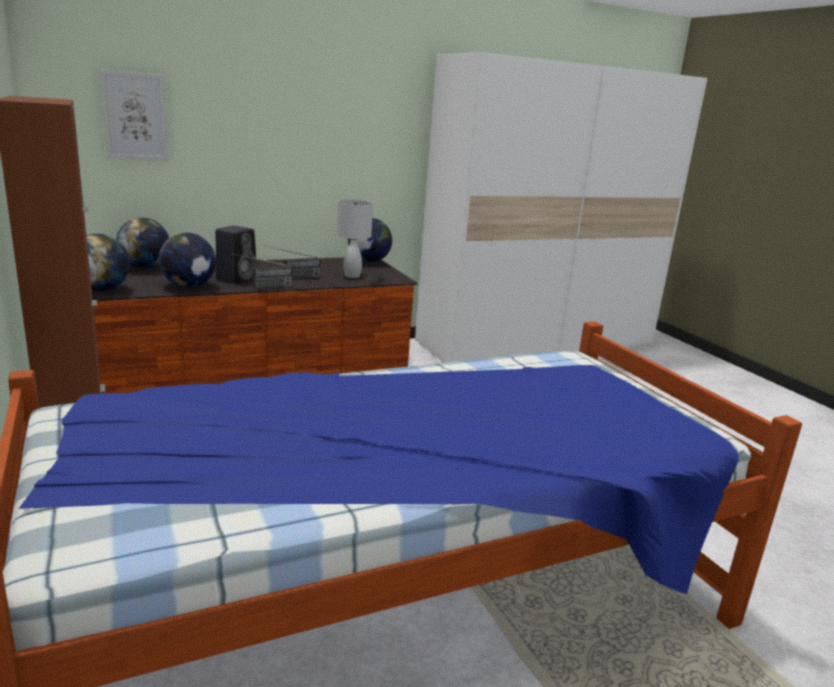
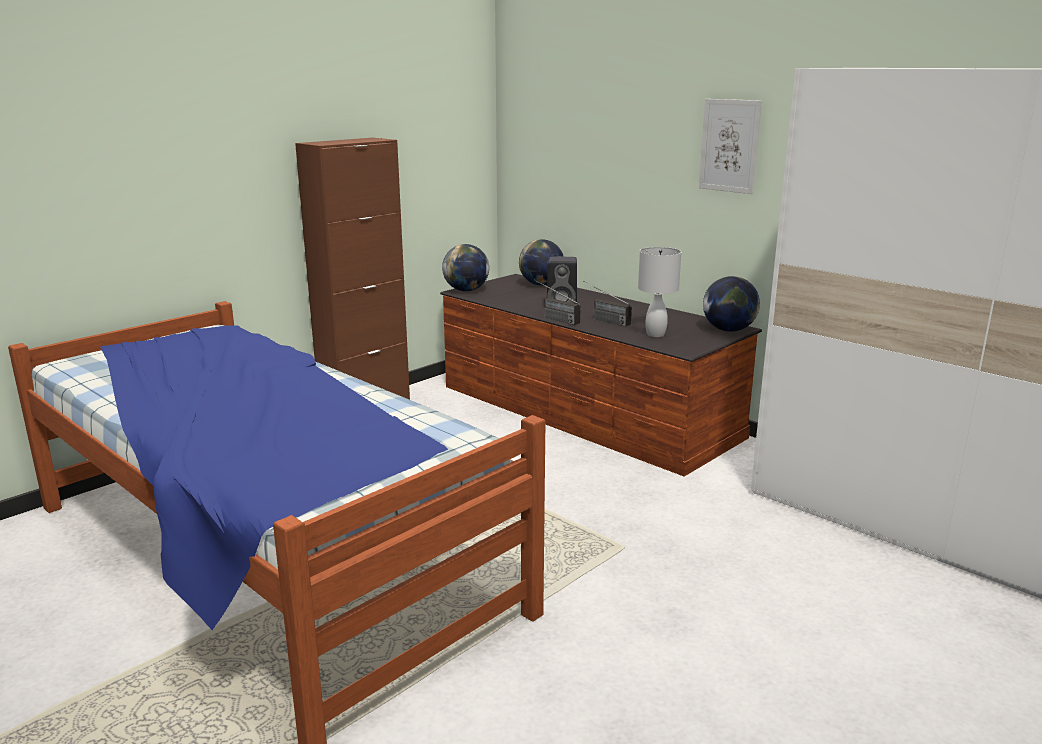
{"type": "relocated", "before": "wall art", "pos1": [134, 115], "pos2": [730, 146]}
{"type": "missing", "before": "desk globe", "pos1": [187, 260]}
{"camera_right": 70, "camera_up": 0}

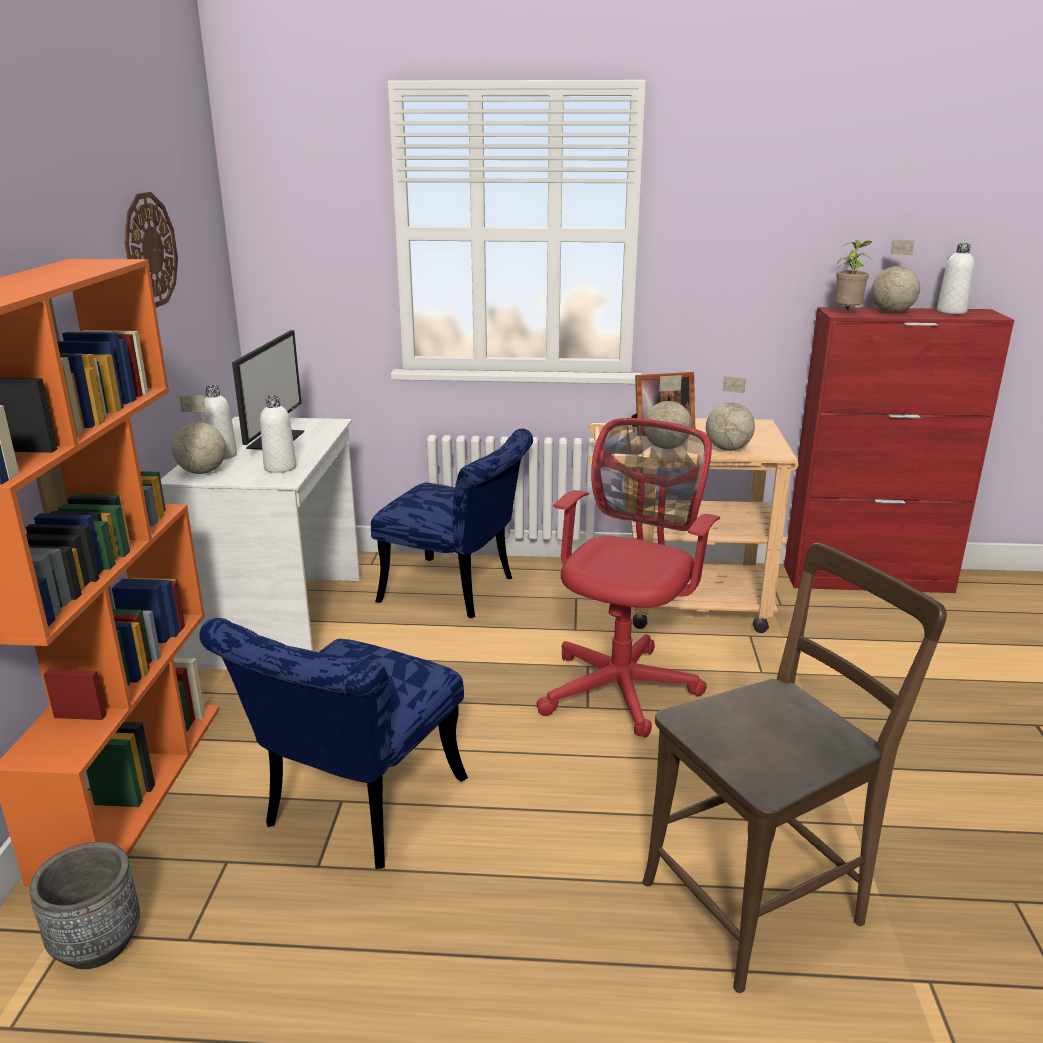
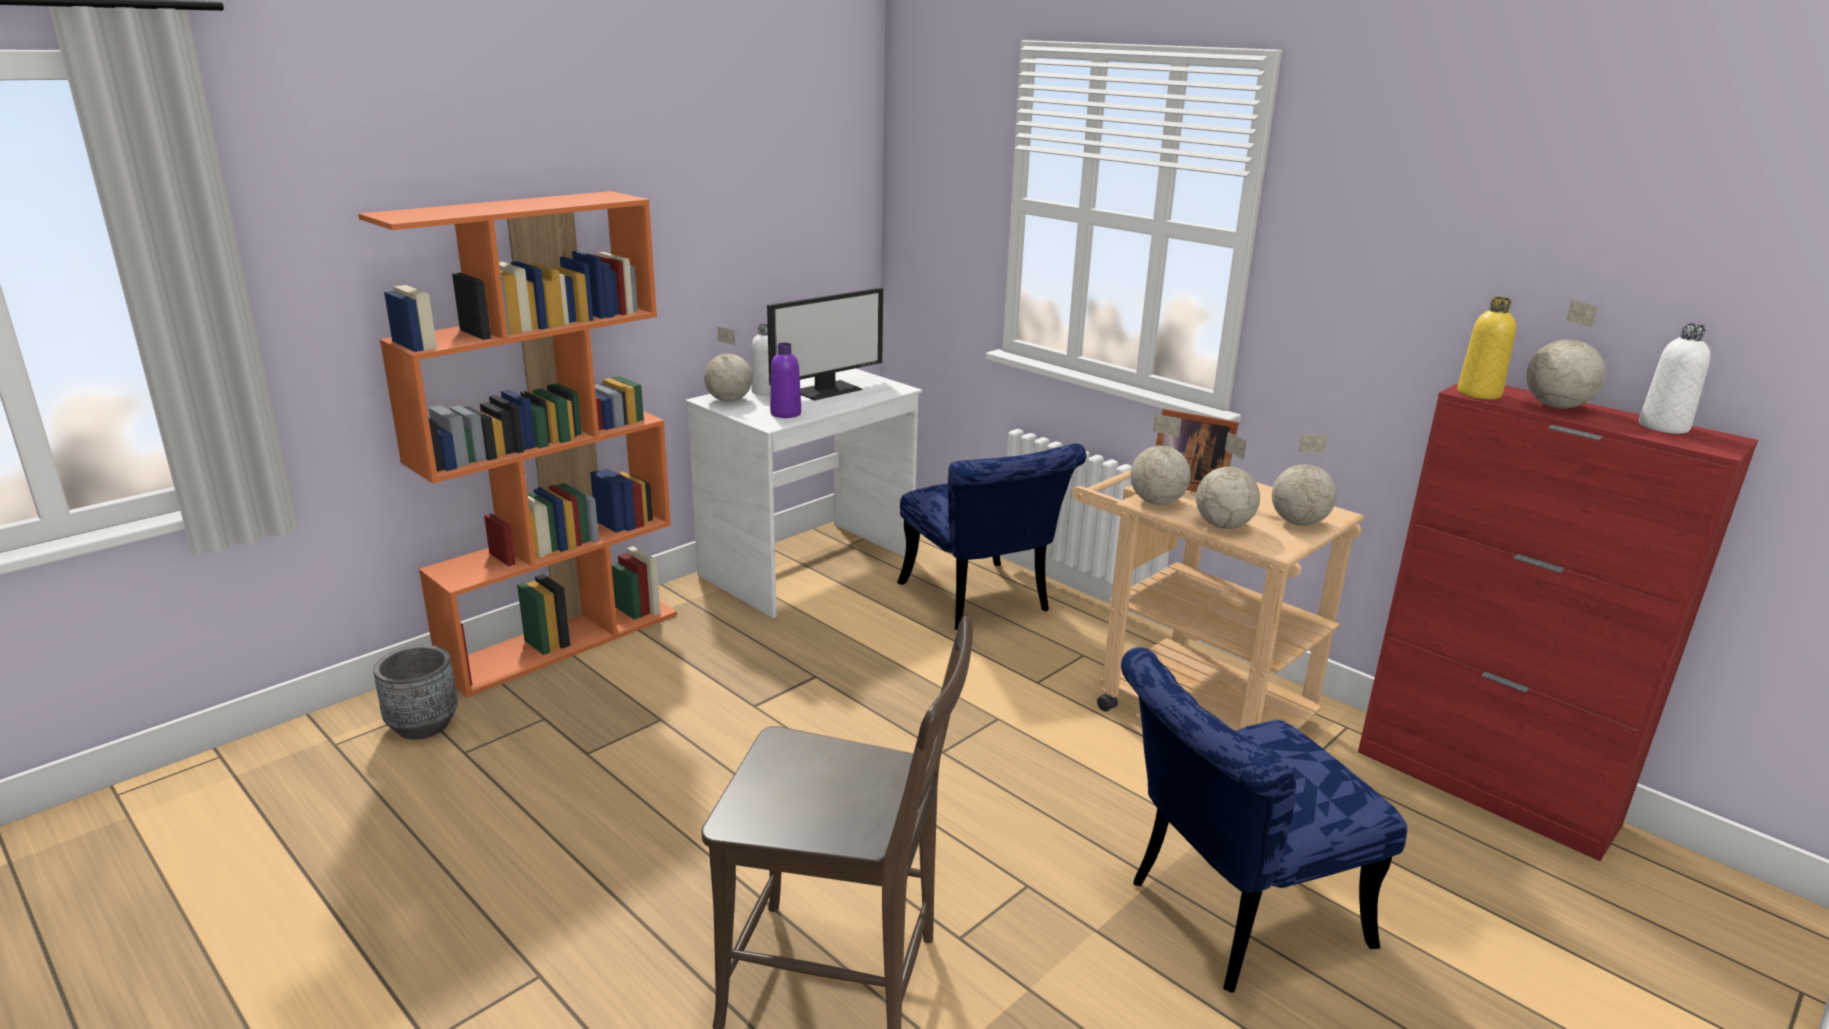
{"type": "missing", "before": "clock on the wall", "pos1": [151, 250]}
{"type": "exchanged", "before": "plant in a pot", "after": "yellow beverage bottle", "pos1": [853, 275], "pos2": [1486, 348]}
{"type": "colour", "before": "white-coloured beverage bottle", "after": "purple beverage bottle", "pos1": [278, 434], "pos2": [785, 380]}
{"type": "missing", "before": "red computer chair", "pos1": [628, 578]}
{"type": "relocated", "before": "blue upright chair", "pos1": [333, 743], "pos2": [1264, 820]}
{"type": "appeared", "after": "desk globe", "pos2": [1304, 480]}
{"camera_right": 40, "camera_up": 0}

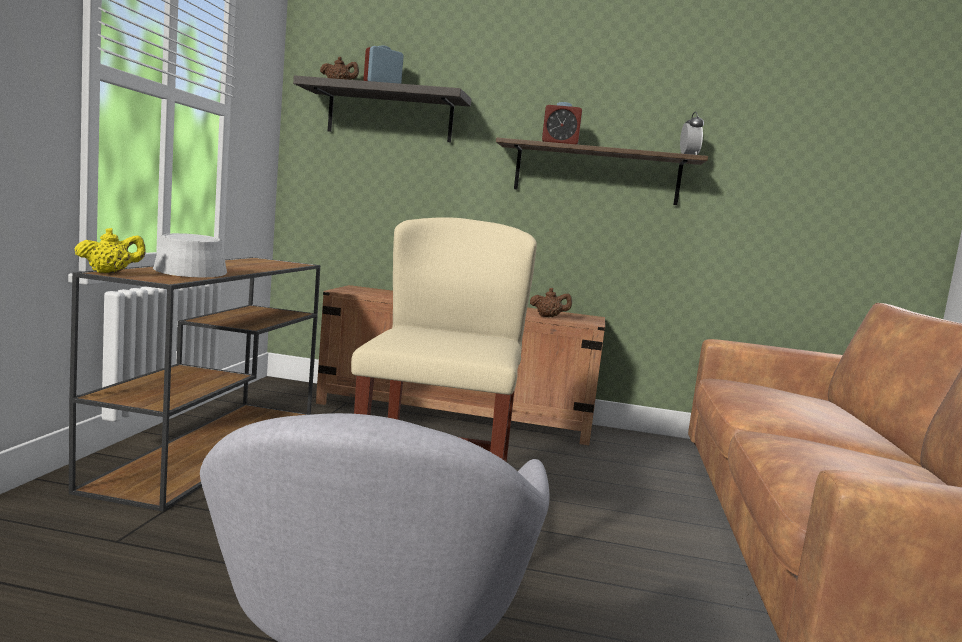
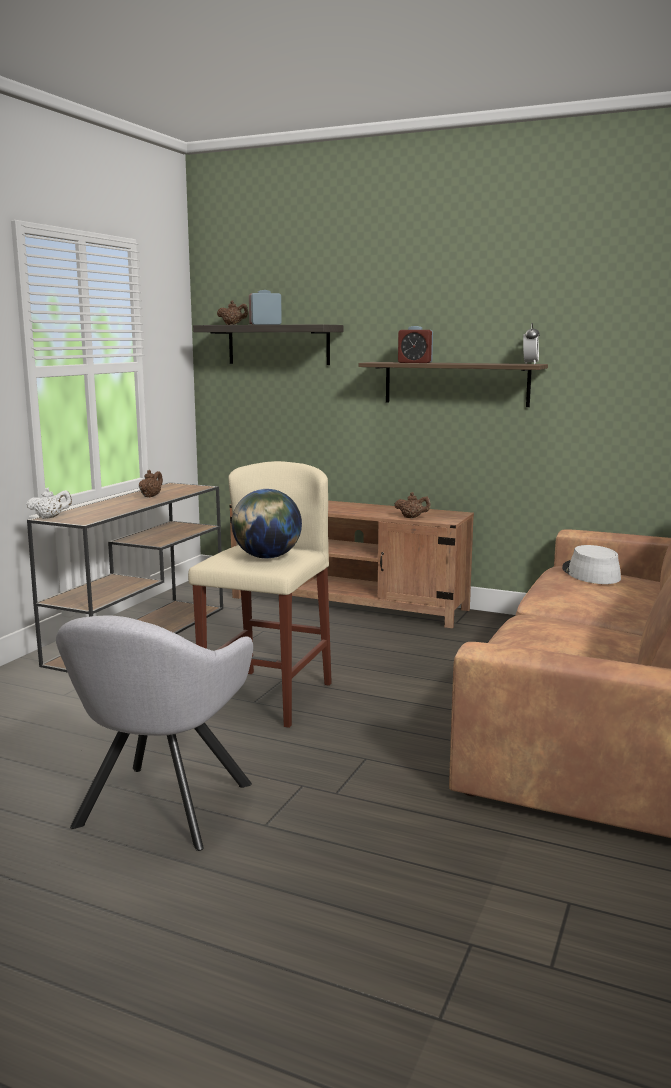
{"type": "colour", "before": "yellow teapot", "after": "white-coloured teapot", "pos1": [110, 250], "pos2": [49, 503]}
{"type": "relocated", "before": "greyish hat", "pos1": [190, 255], "pos2": [591, 564]}
{"type": "appeared", "after": "brown teapot", "pos2": [151, 483]}
{"type": "appeared", "after": "desk globe", "pos2": [267, 524]}
{"camera_right": 15, "camera_up": 5}

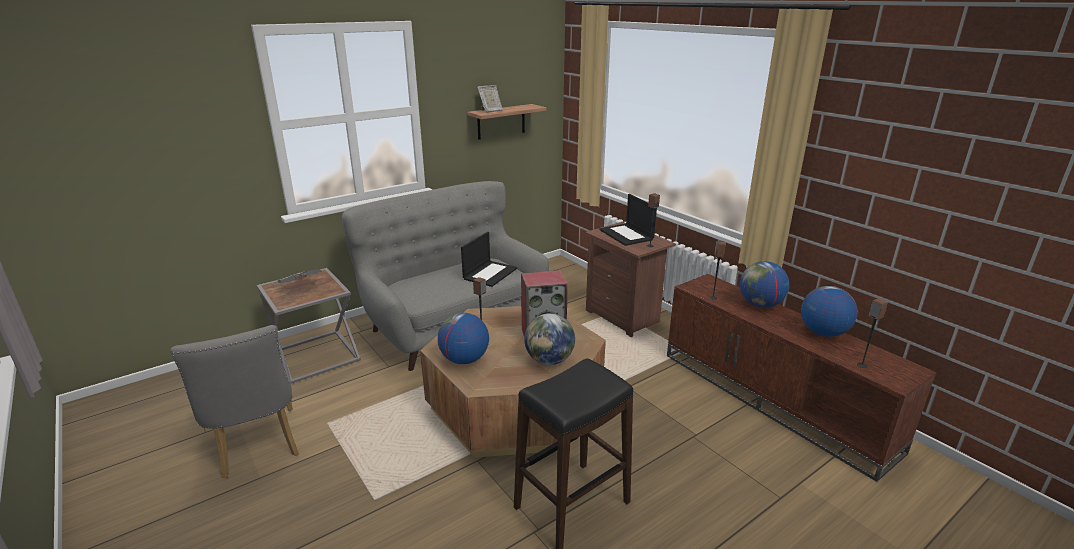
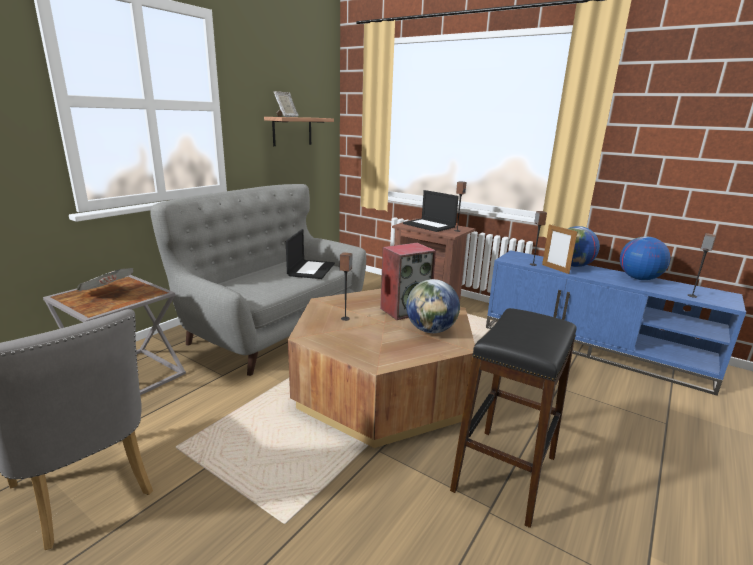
{"type": "colour", "before": "brown media console", "after": "blue media console", "pos1": [801, 378], "pos2": [616, 323]}
{"type": "missing", "before": "desk globe", "pos1": [463, 338]}
{"type": "appeared", "after": "standing frame", "pos2": [560, 249]}
{"camera_right": -20, "camera_up": -5}

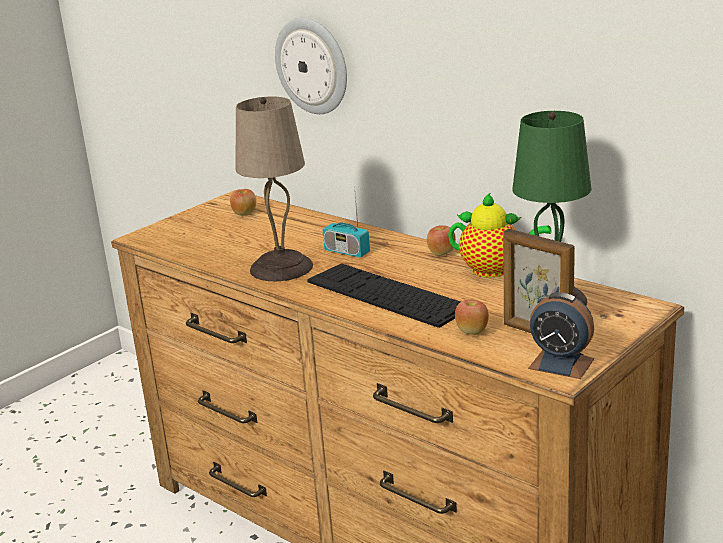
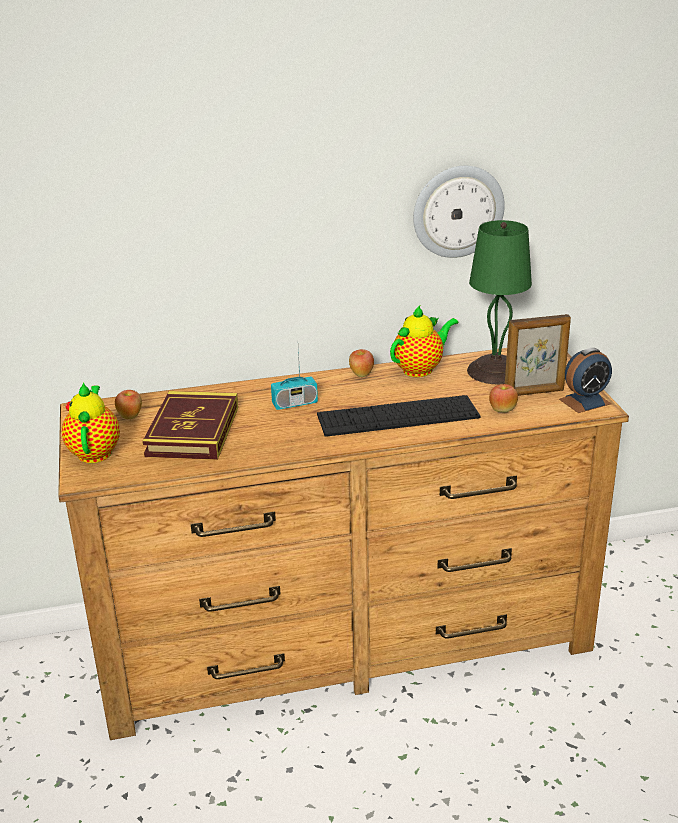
{"type": "relocated", "before": "clock on the wall", "pos1": [311, 66], "pos2": [459, 212]}
{"type": "missing", "before": "beige tabletop lamp", "pos1": [274, 189]}
{"type": "appeared", "after": "teapot", "pos2": [91, 422]}
{"type": "appeared", "after": "volume", "pos2": [190, 425]}
{"camera_right": -55, "camera_up": 5}

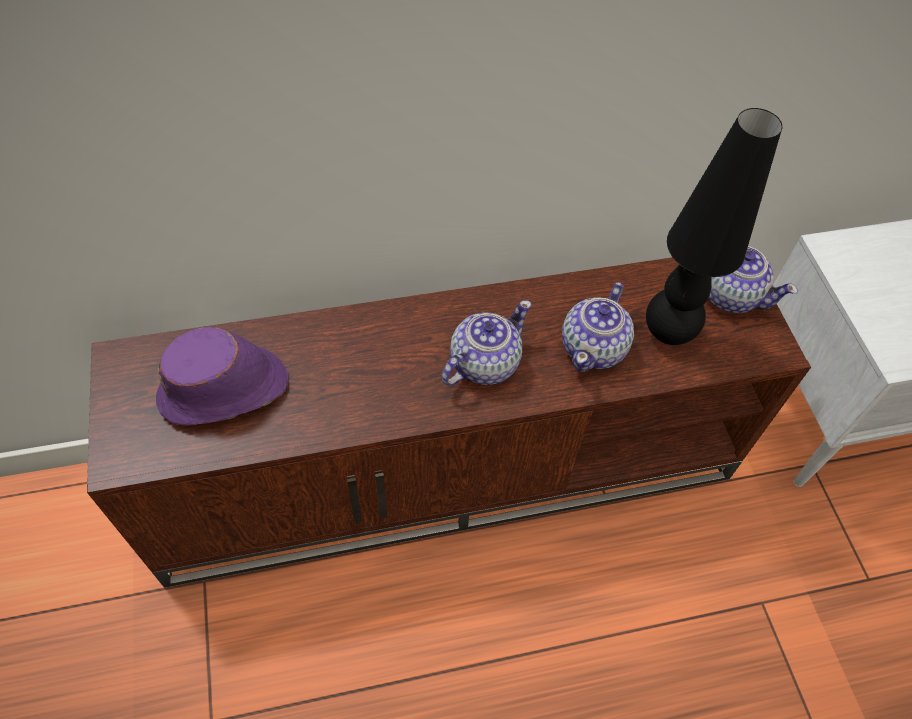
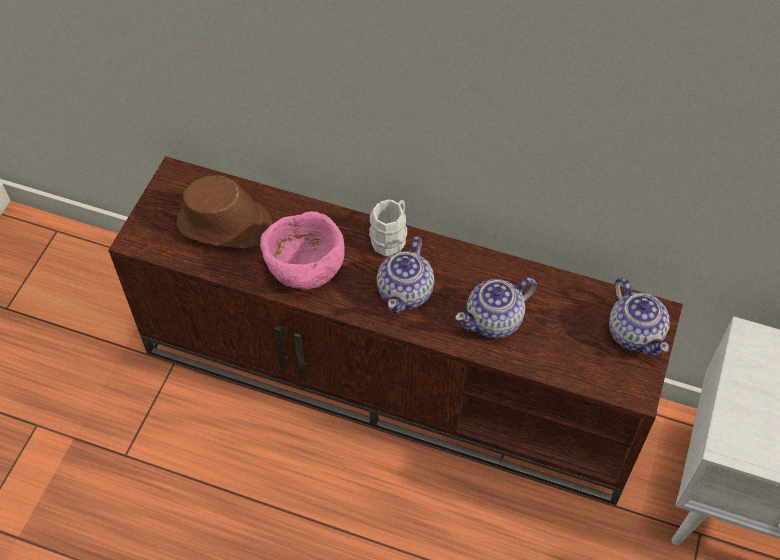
{"type": "missing", "before": "black tabletop lamp", "pos1": [714, 226]}
{"type": "spun", "before": "teapot", "pos1": [486, 343], "pos2": [405, 275], "turn": 120}
{"type": "colour", "before": "purple hat", "after": "brown hat", "pos1": [222, 376], "pos2": [224, 211]}
{"type": "appeared", "after": "white-coloured mug", "pos2": [388, 227]}
{"type": "appeared", "after": "pinkish bowl", "pos2": [302, 250]}
{"camera_right": 35, "camera_up": 0}

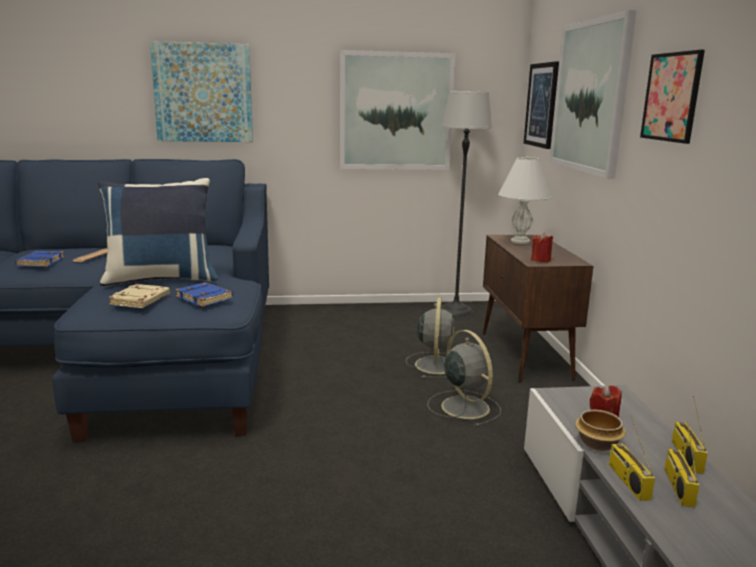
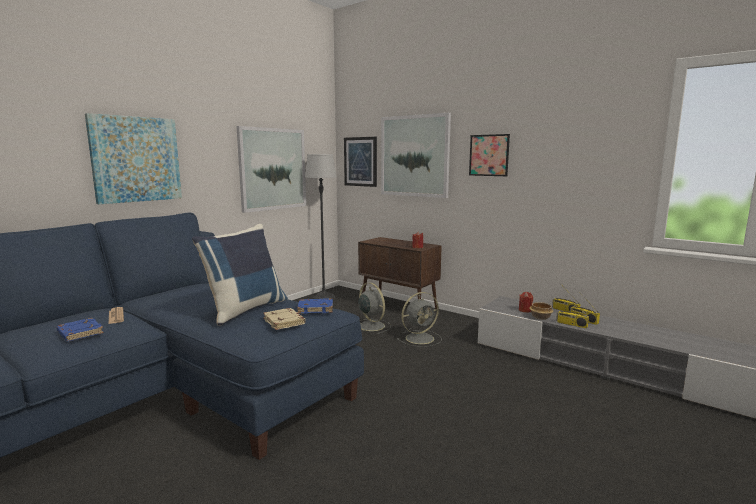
{"type": "missing", "before": "white-coloured tabletop lamp", "pos1": [524, 200]}
{"type": "spun", "before": "greyish fan", "pos1": [464, 378], "pos2": [419, 319], "turn": 135}
{"camera_right": -45, "camera_up": -5}

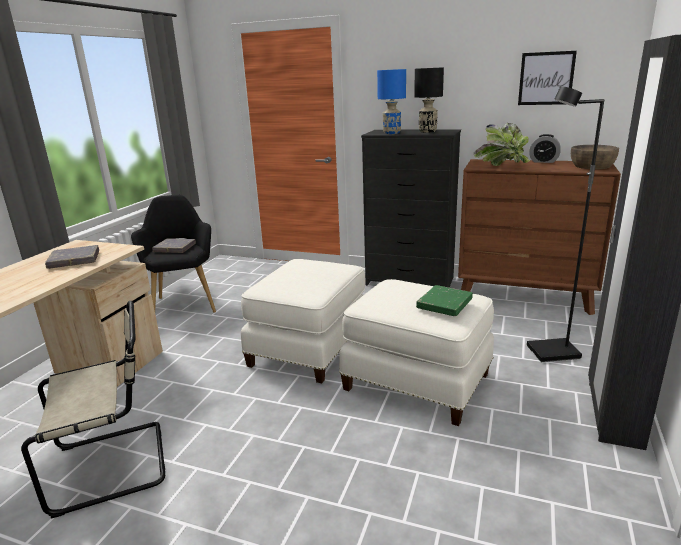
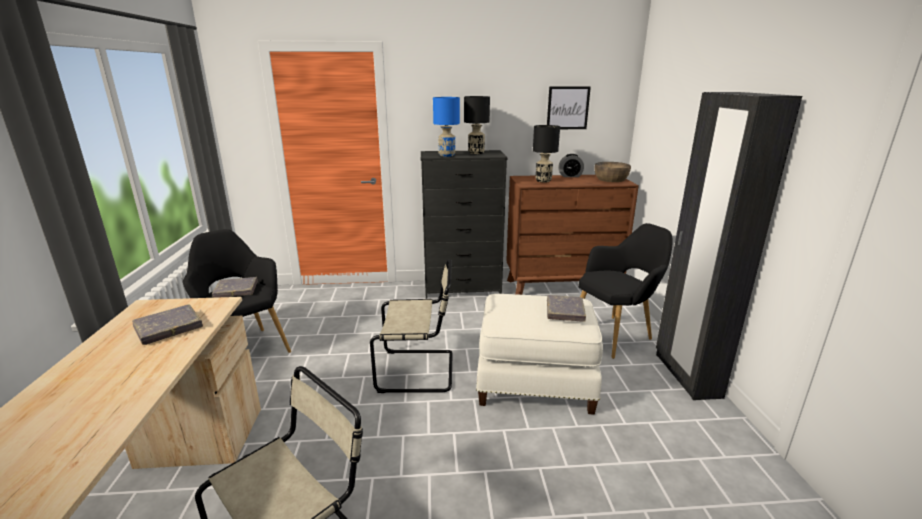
{"type": "exchanged", "before": "black floor lamp", "after": "black lounge chair", "pos1": [565, 224], "pos2": [626, 291]}
{"type": "exchanged", "before": "plant in a pot", "after": "black tabletop lamp", "pos1": [502, 144], "pos2": [546, 154]}
{"type": "exchanged", "before": "white-coloured pouffe", "after": "beige upright chair", "pos1": [303, 321], "pos2": [411, 326]}
{"type": "colour", "before": "green volume", "after": "greyish volume", "pos1": [444, 300], "pos2": [566, 308]}
{"camera_right": -25, "camera_up": 0}

